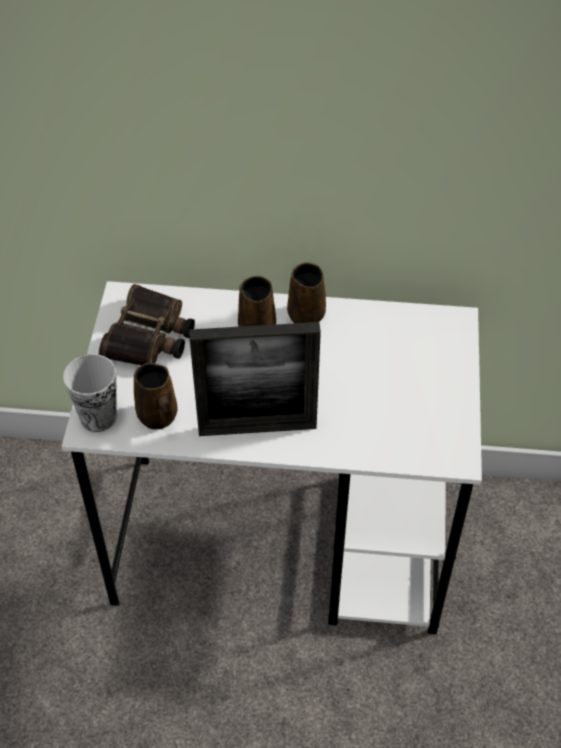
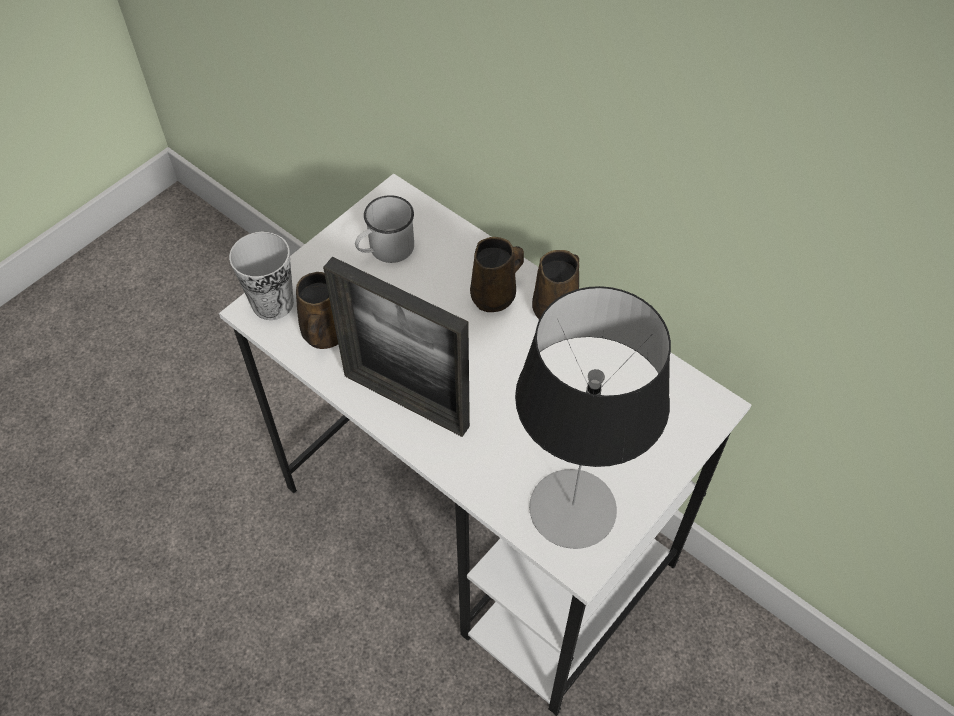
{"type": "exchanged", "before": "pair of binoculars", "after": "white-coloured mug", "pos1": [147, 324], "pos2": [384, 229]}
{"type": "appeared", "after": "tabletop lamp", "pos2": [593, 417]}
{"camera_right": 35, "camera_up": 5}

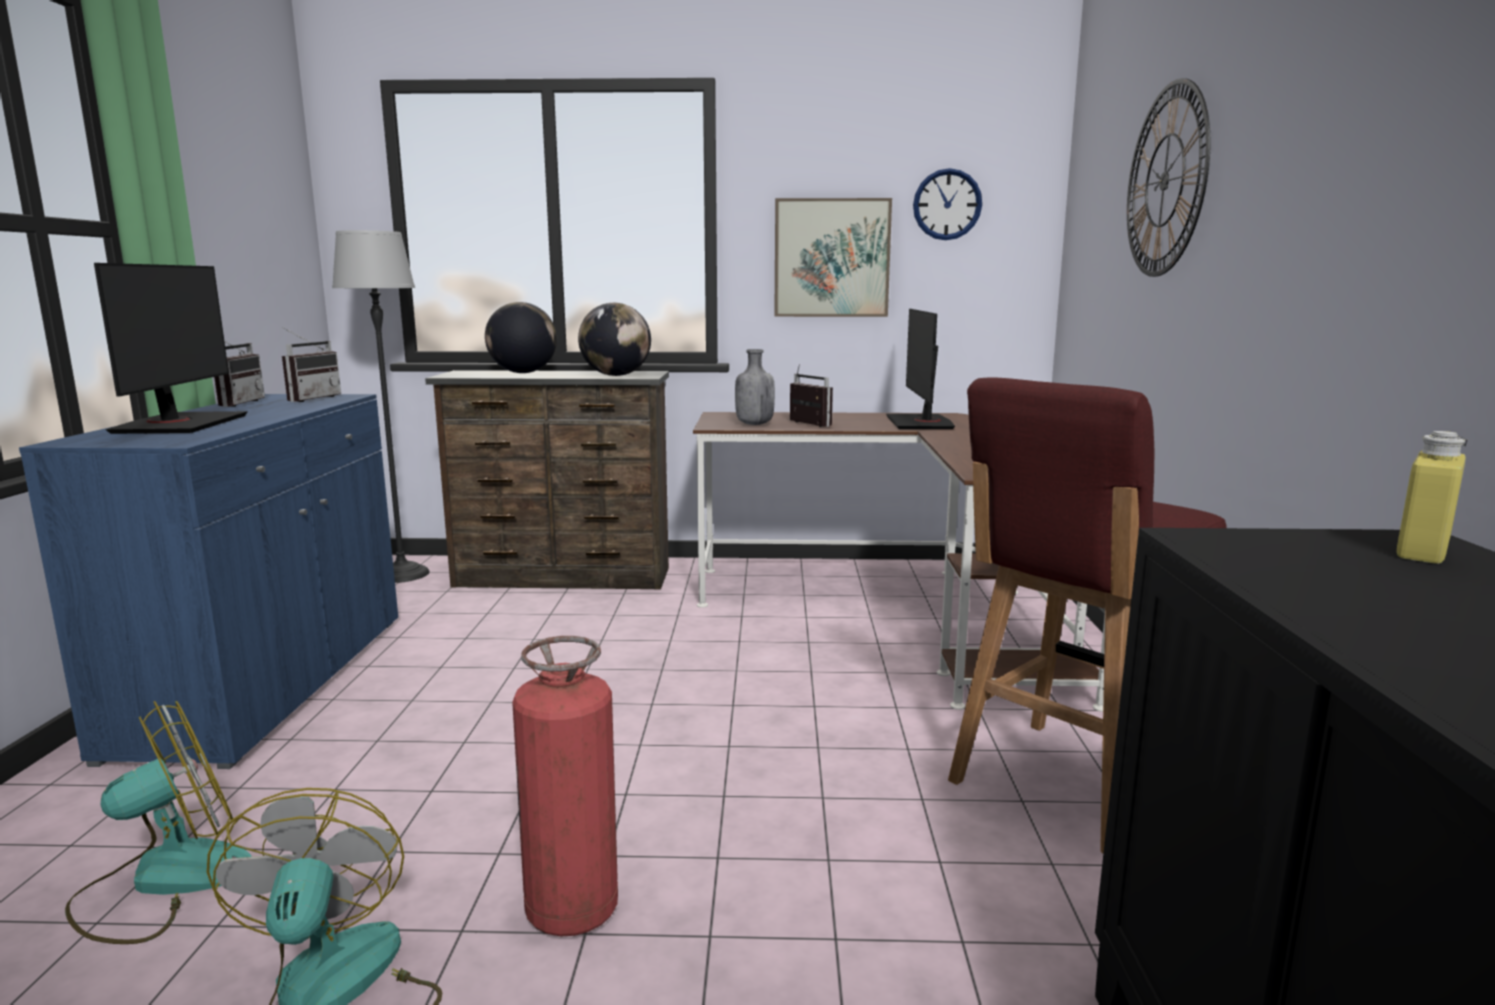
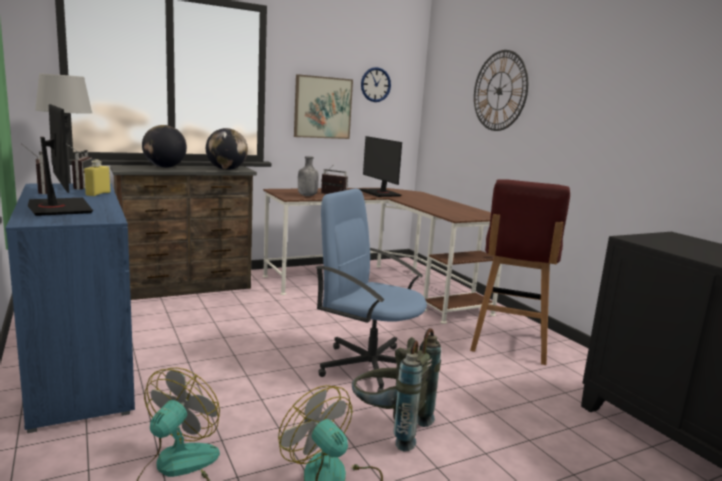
{"type": "relocated", "before": "yellow beverage bottle", "pos1": [1432, 497], "pos2": [97, 178]}
{"type": "exchanged", "before": "fire-fighting cylinder", "after": "greyish knapsack", "pos1": [565, 786], "pos2": [396, 390]}
{"type": "appeared", "after": "blue computer chair", "pos2": [371, 290]}
{"camera_right": -30, "camera_up": 0}

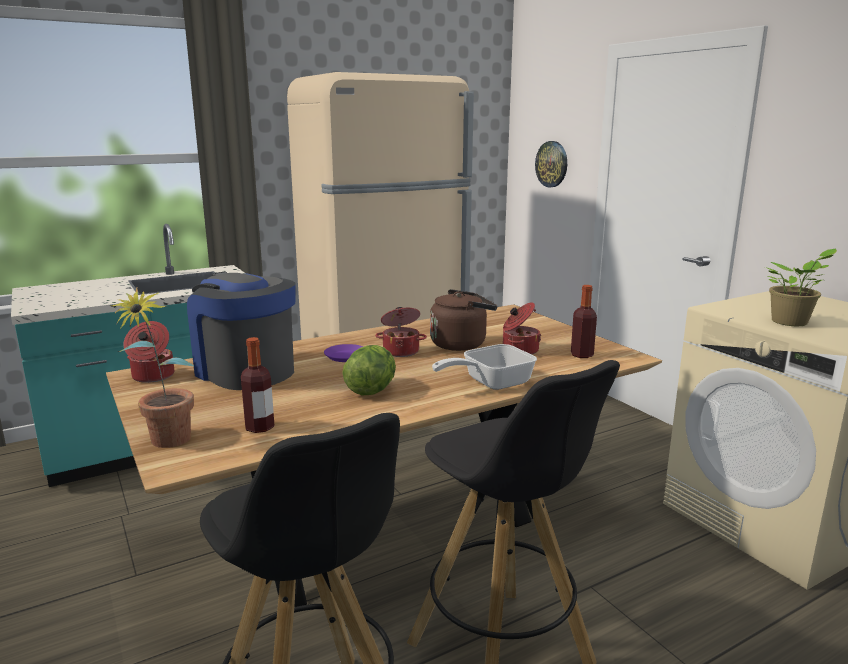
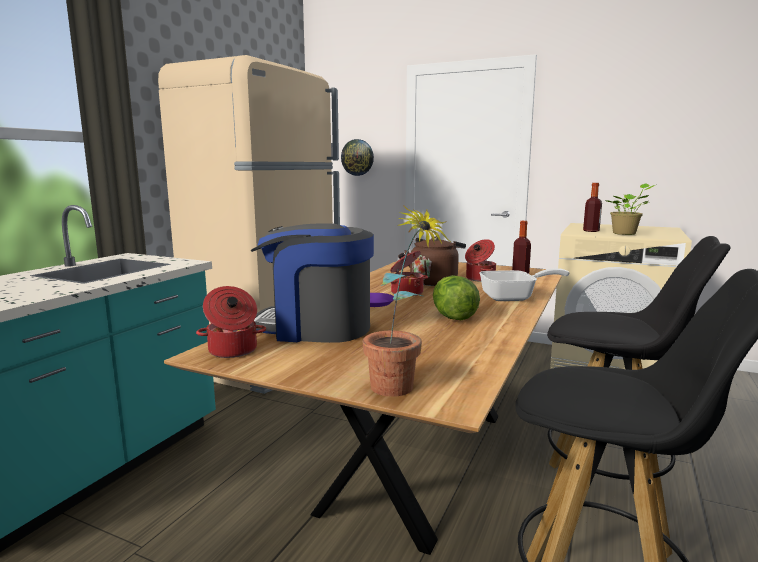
{"type": "relocated", "before": "beverage bottle", "pos1": [258, 385], "pos2": [592, 207]}
{"type": "spun", "before": "skillet", "pos1": [484, 367], "pos2": [524, 284], "turn": -120}
{"camera_right": -35, "camera_up": -5}

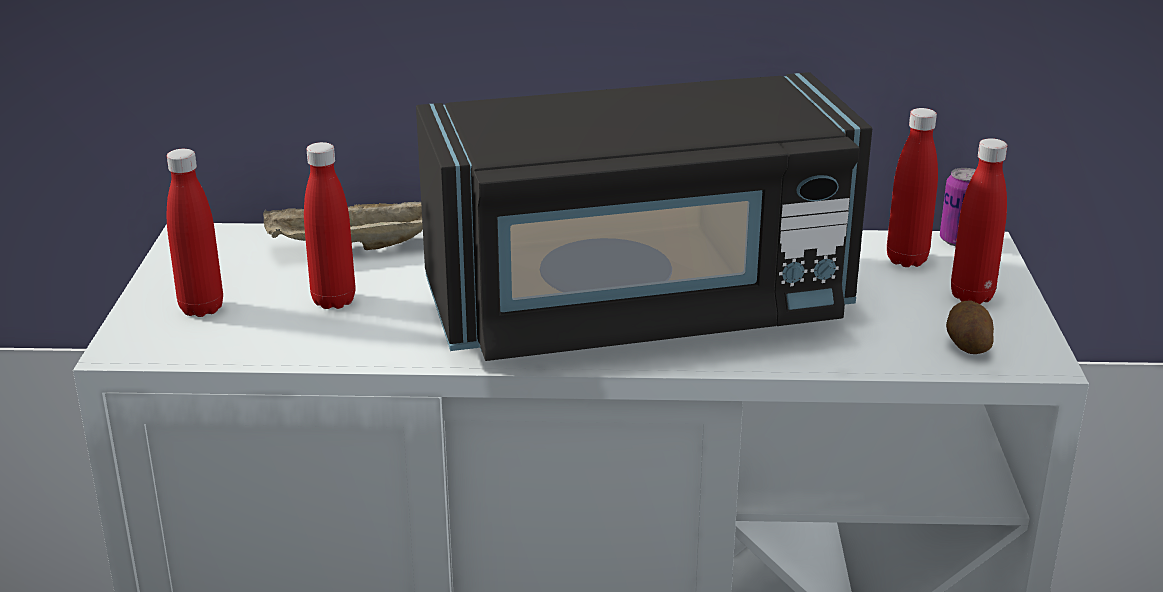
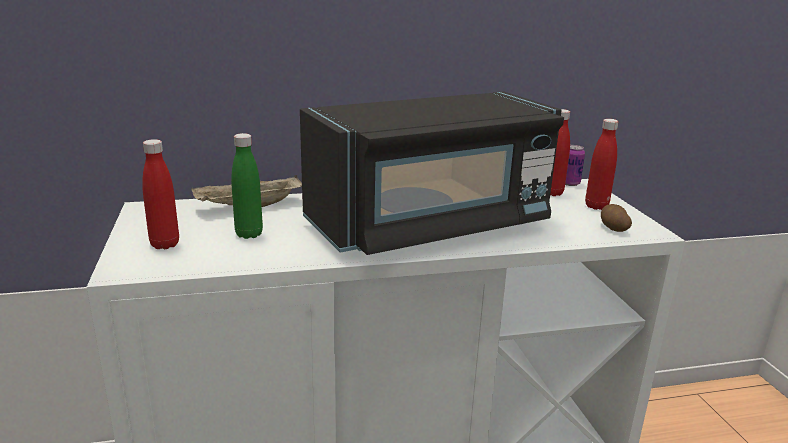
{"type": "colour", "before": "red beverage bottle", "after": "green beverage bottle", "pos1": [329, 225], "pos2": [247, 186]}
{"camera_right": -15, "camera_up": -5}

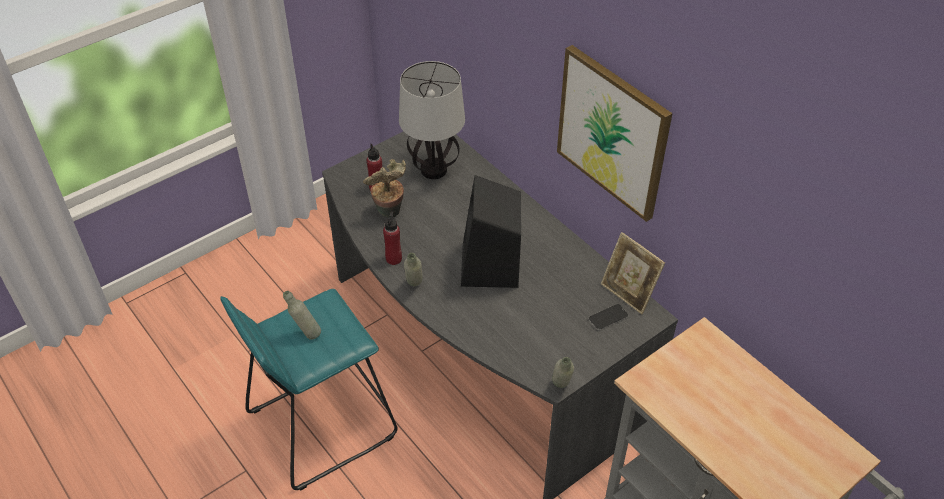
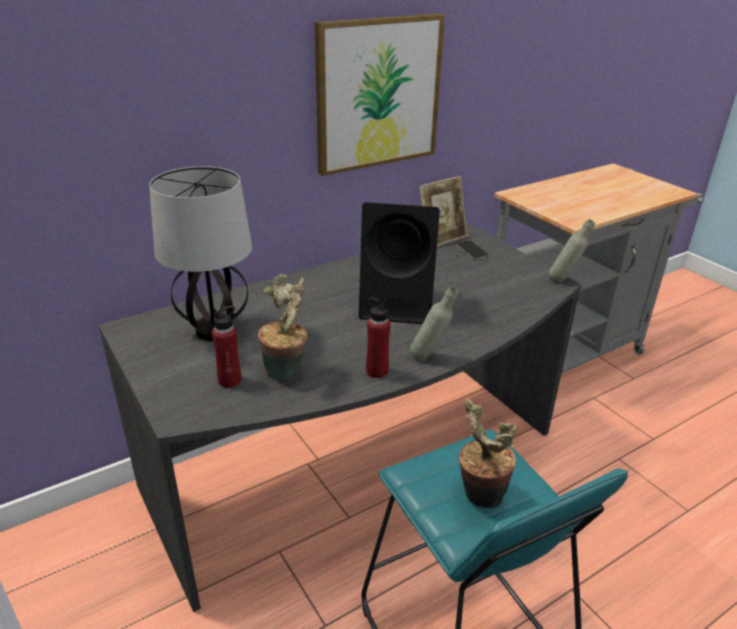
{"type": "exchanged", "before": "greyish beverage bottle", "after": "plant in a pot", "pos1": [302, 315], "pos2": [488, 453]}
{"camera_right": -85, "camera_up": -15}

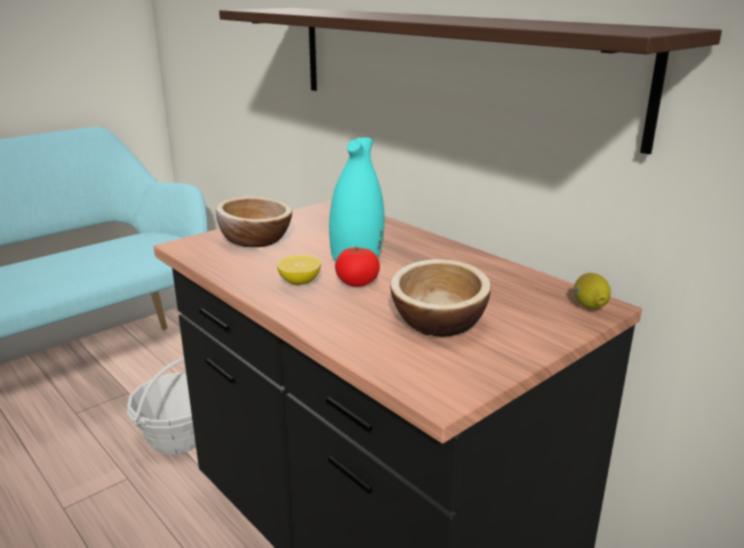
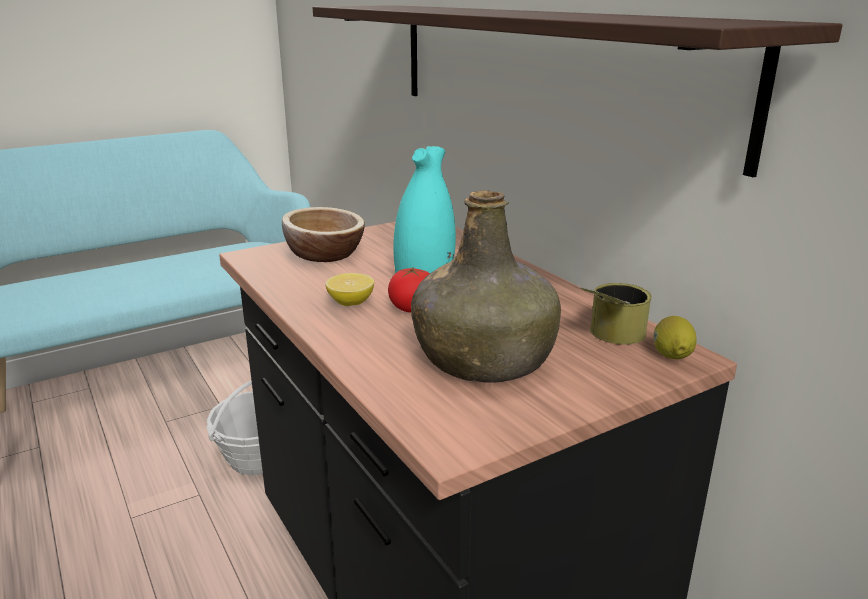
{"type": "exchanged", "before": "bowl", "after": "green beverage bottle", "pos1": [440, 298], "pos2": [486, 286]}
{"type": "appeared", "after": "sealed can", "pos2": [616, 314]}
{"camera_right": 10, "camera_up": 0}

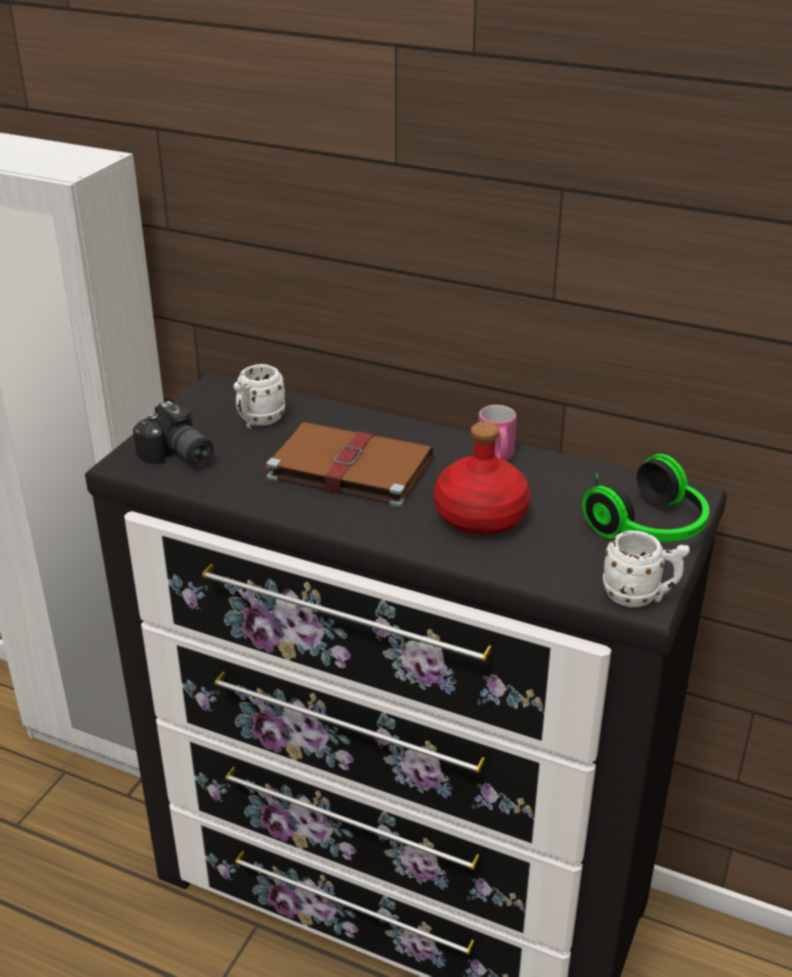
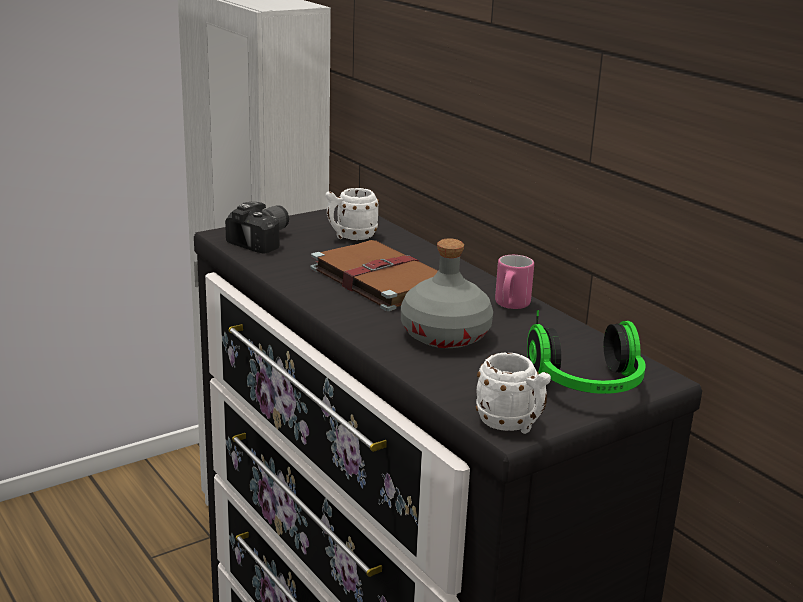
{"type": "spun", "before": "photo camera", "pos1": [173, 433], "pos2": [257, 228], "turn": -135}
{"type": "colour", "before": "red beverage bottle", "after": "greyish beverage bottle", "pos1": [482, 478], "pos2": [447, 293]}
{"camera_right": 30, "camera_up": -10}

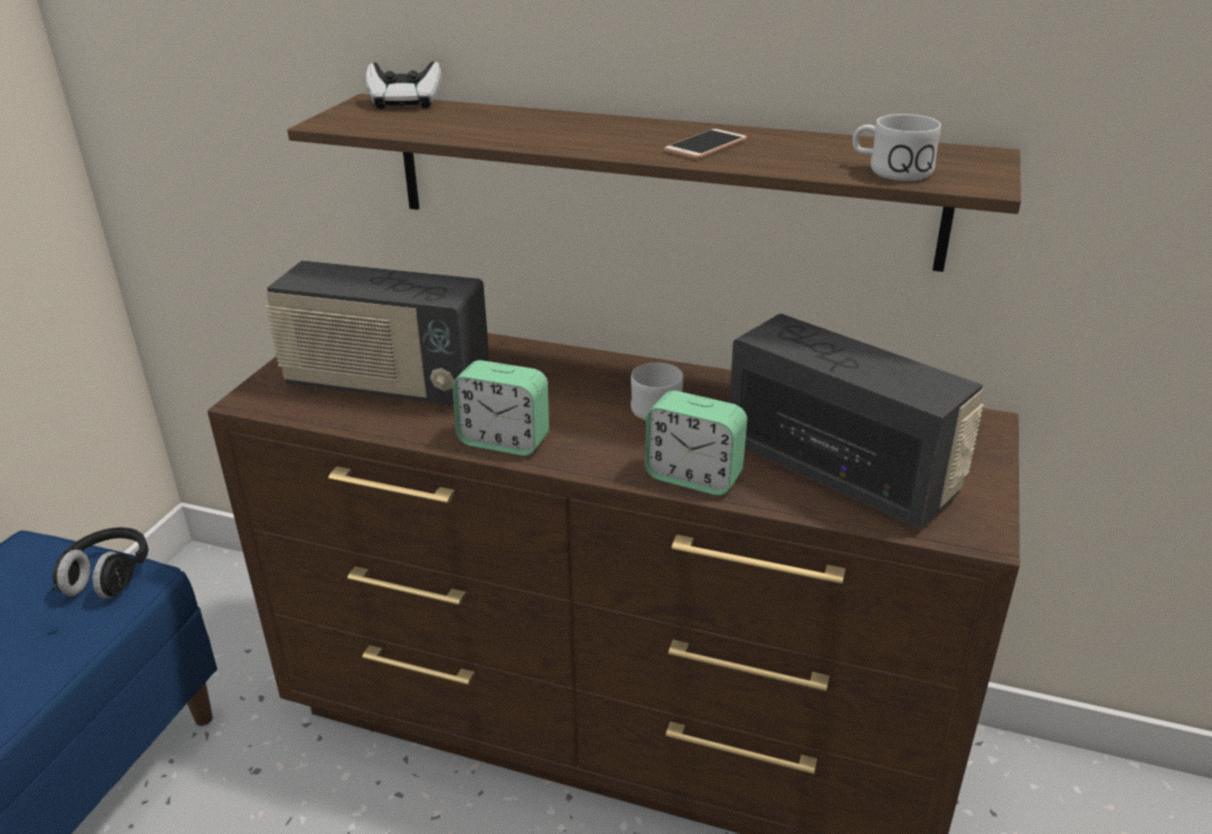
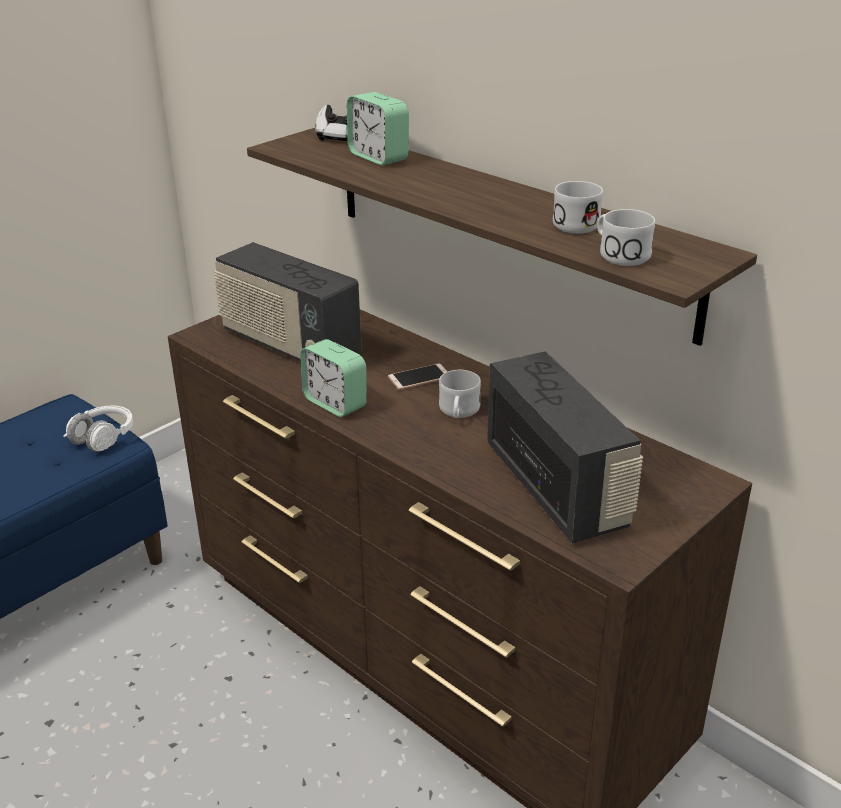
{"type": "relocated", "before": "telephone", "pos1": [705, 144], "pos2": [418, 377]}
{"type": "relocated", "before": "bedside clock", "pos1": [696, 443], "pos2": [378, 128]}
{"type": "colour", "before": "black headphones", "after": "white-coloured headphones", "pos1": [100, 563], "pos2": [98, 428]}
{"type": "appeared", "after": "white-coloured mug", "pos2": [578, 207]}
{"camera_right": 25, "camera_up": 0}

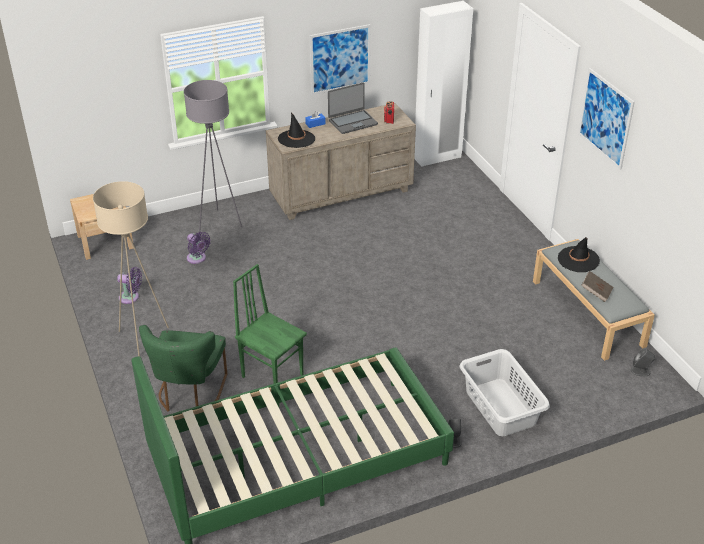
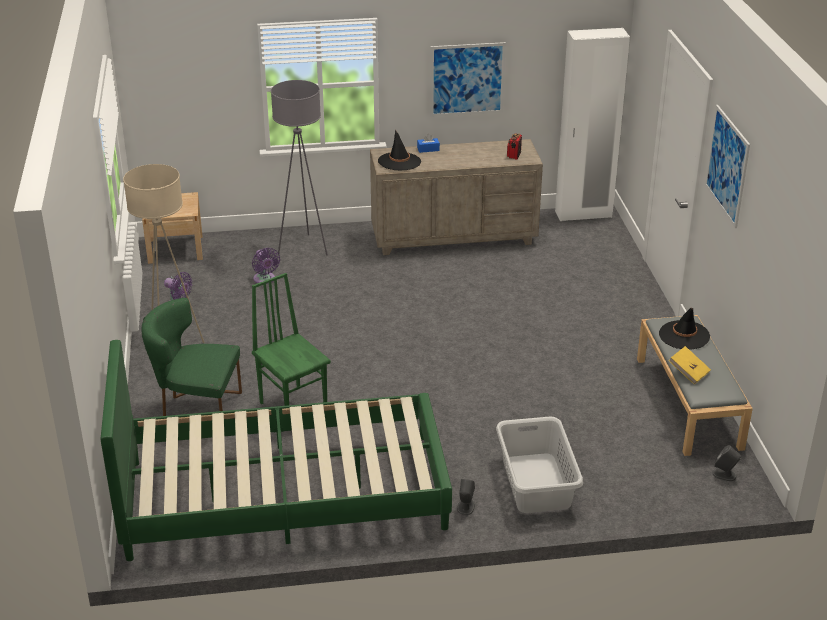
{"type": "missing", "before": "portable computer", "pos1": [353, 108]}
{"type": "colour", "before": "brown volume", "after": "yellow volume", "pos1": [597, 286], "pos2": [690, 365]}
{"type": "spun", "before": "green upright chair", "pos1": [183, 368], "pos2": [191, 357], "turn": 75}
{"camera_right": 15, "camera_up": -5}

